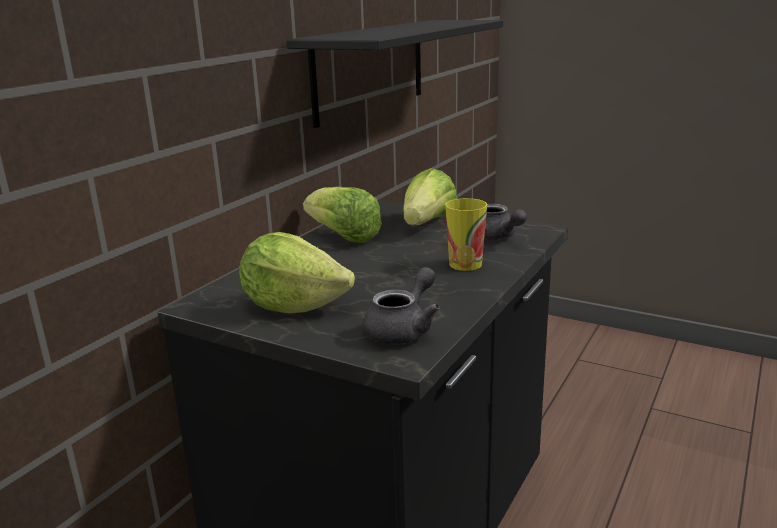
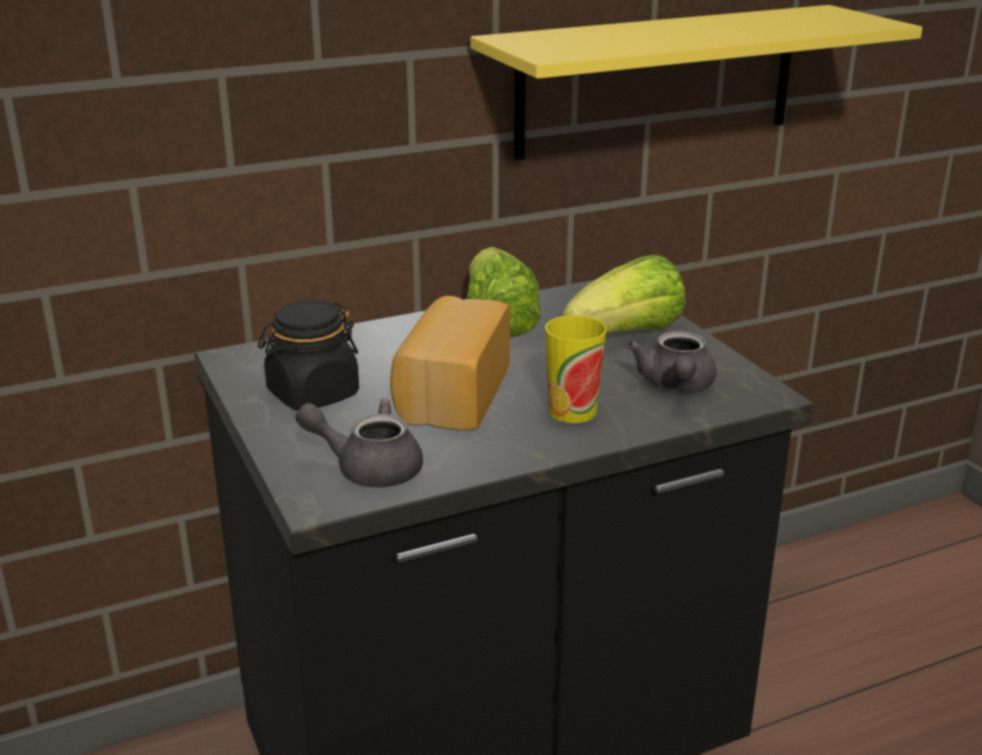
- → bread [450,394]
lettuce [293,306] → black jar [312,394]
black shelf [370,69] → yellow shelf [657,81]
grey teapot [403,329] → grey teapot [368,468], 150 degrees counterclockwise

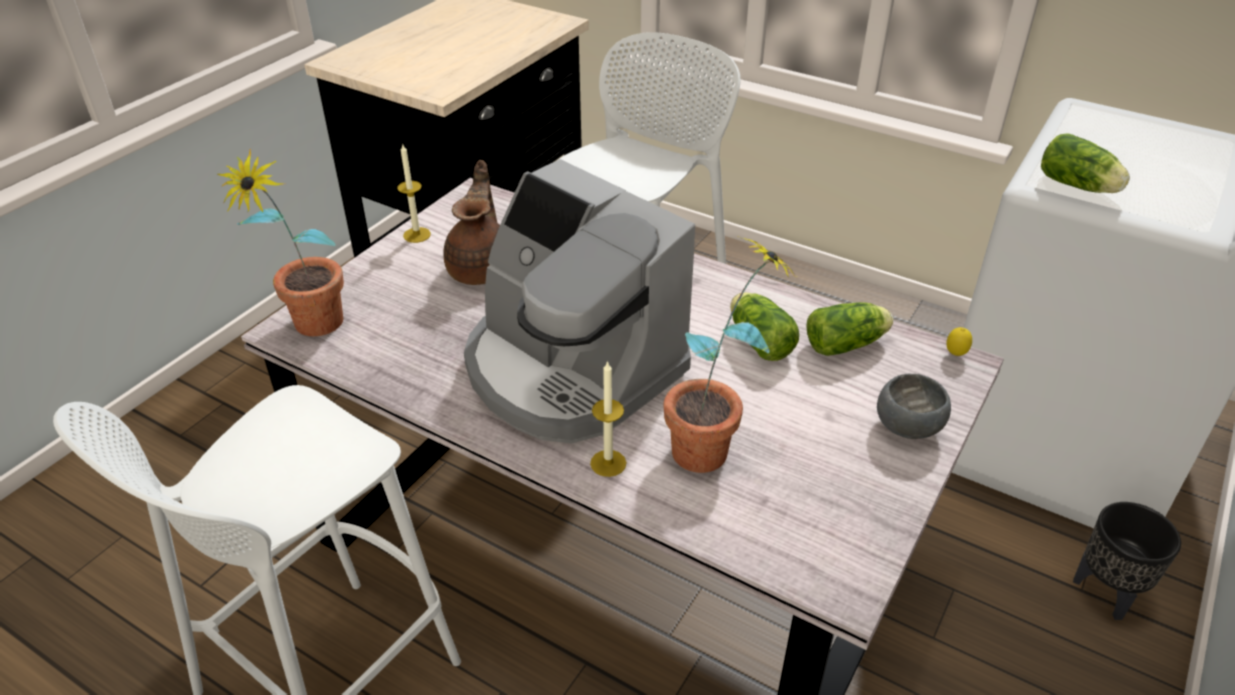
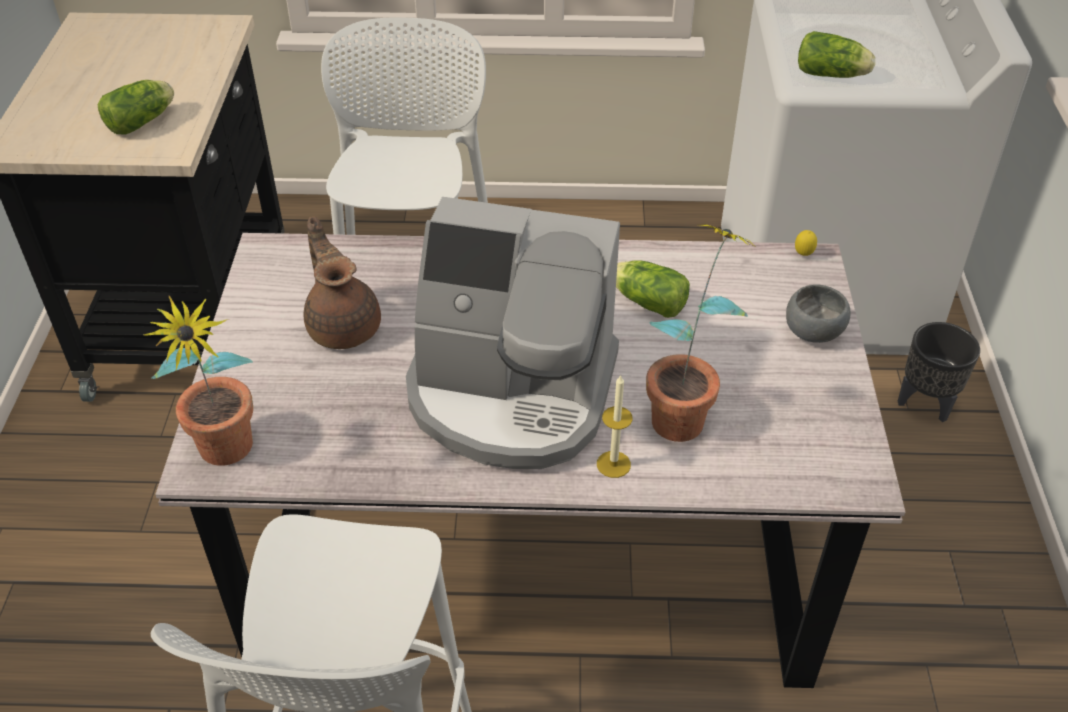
candle [417,235] → -
lettuce [848,344] → lettuce [143,121], move

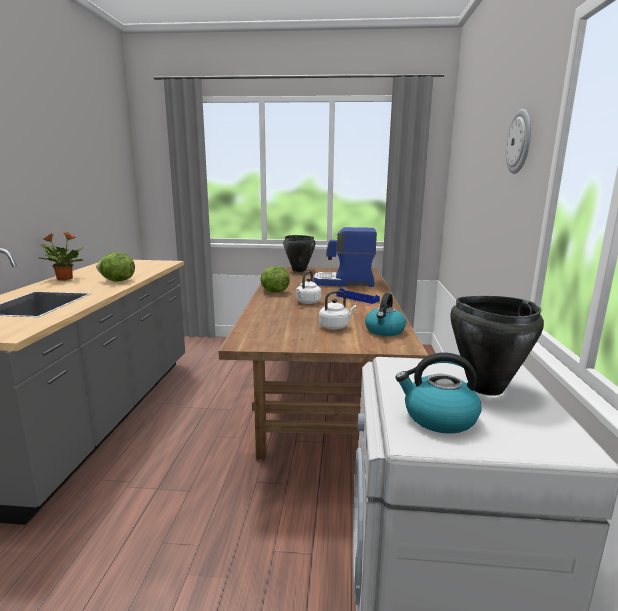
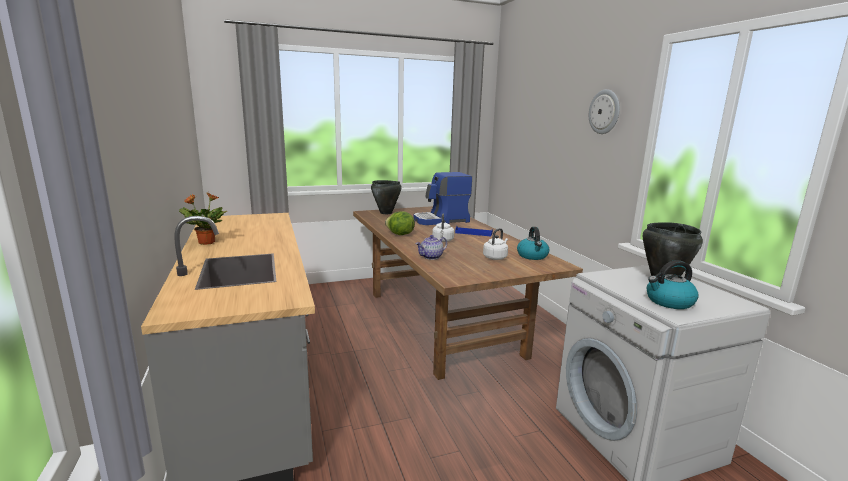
lettuce [117,281] → -
- → teapot [431,257]

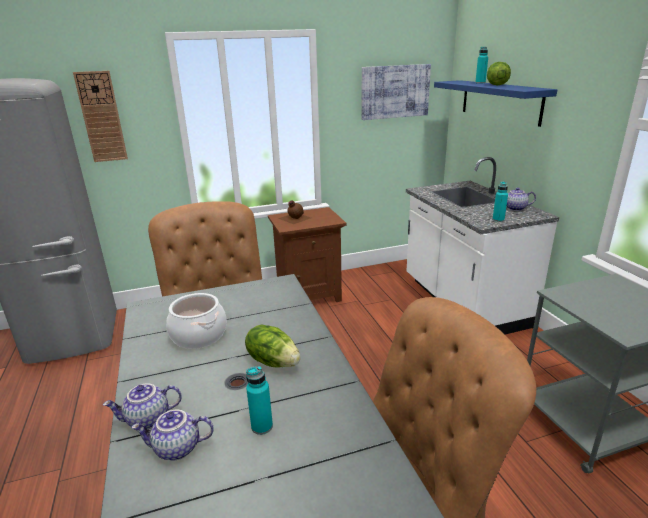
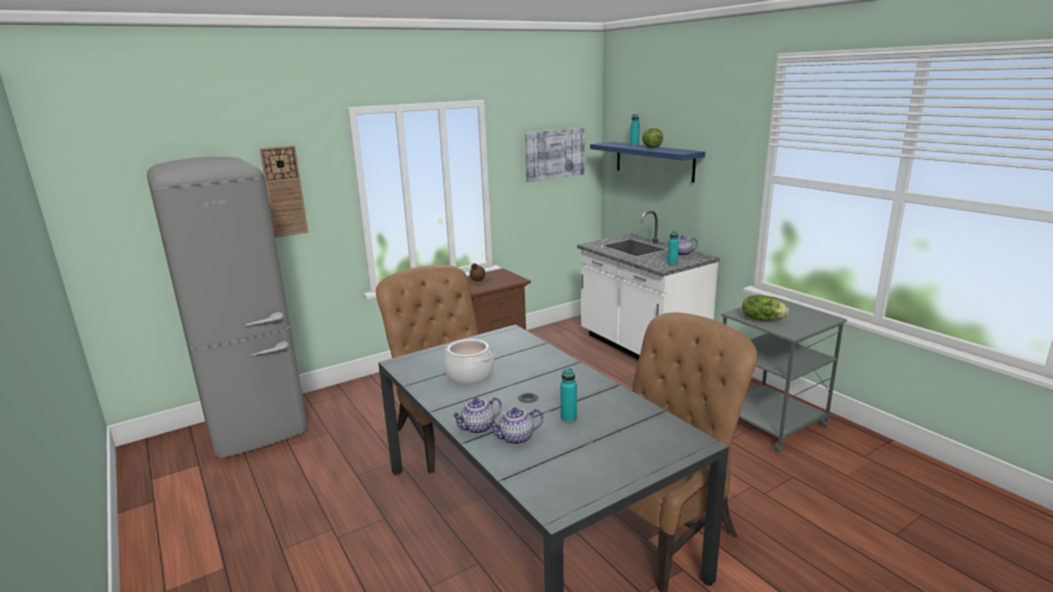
lettuce [273,361] → lettuce [762,319], move

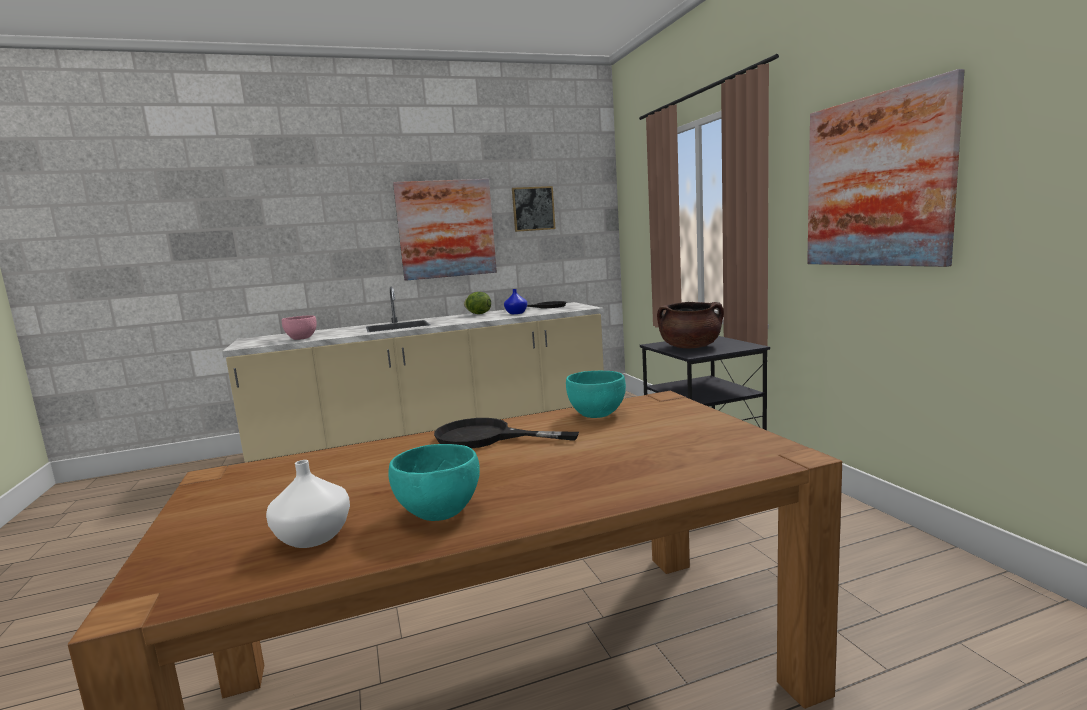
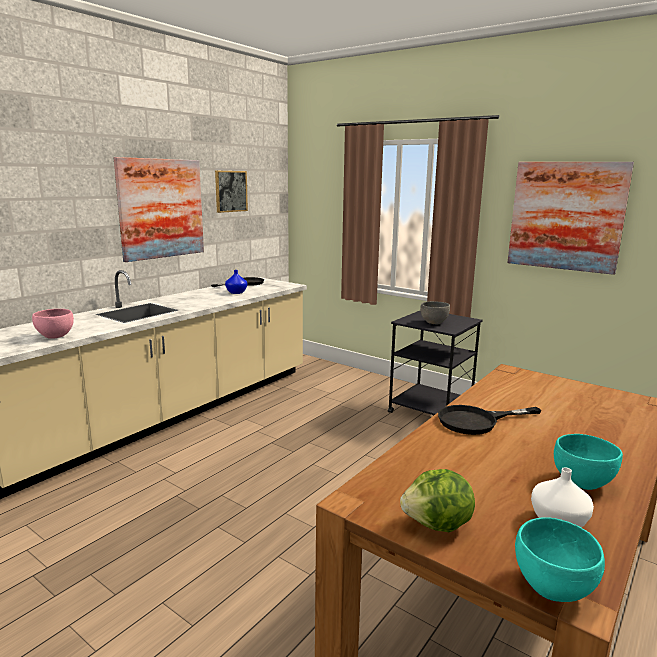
lettuce [478,314] → lettuce [438,525], move
turquoise bowl [597,414] → turquoise bowl [553,588], move
brown cooking pot [690,347] → grey bowl [434,323]

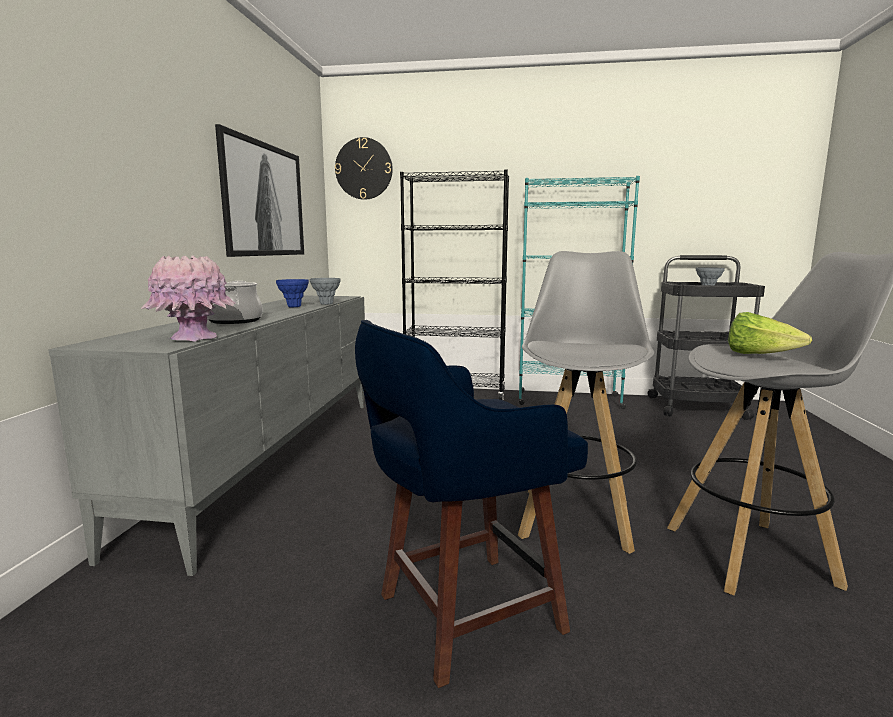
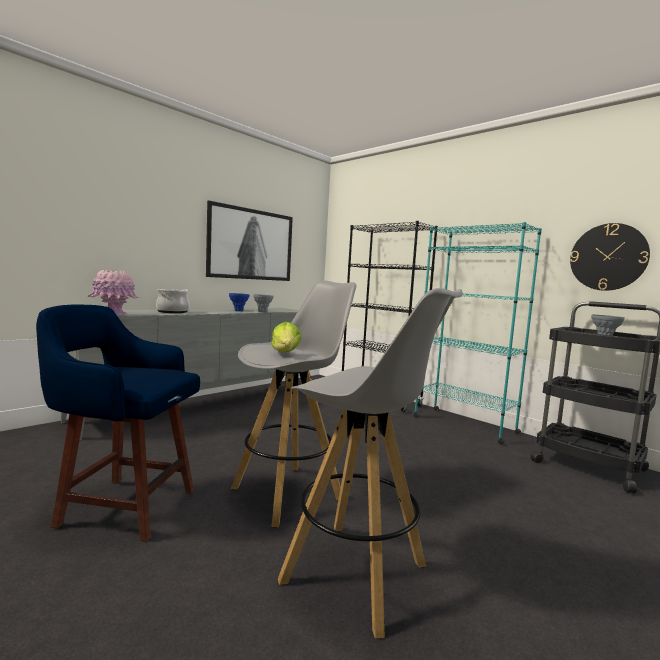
wall clock [364,169] → wall clock [608,257], move
lettuce [759,355] → lettuce [285,354], move

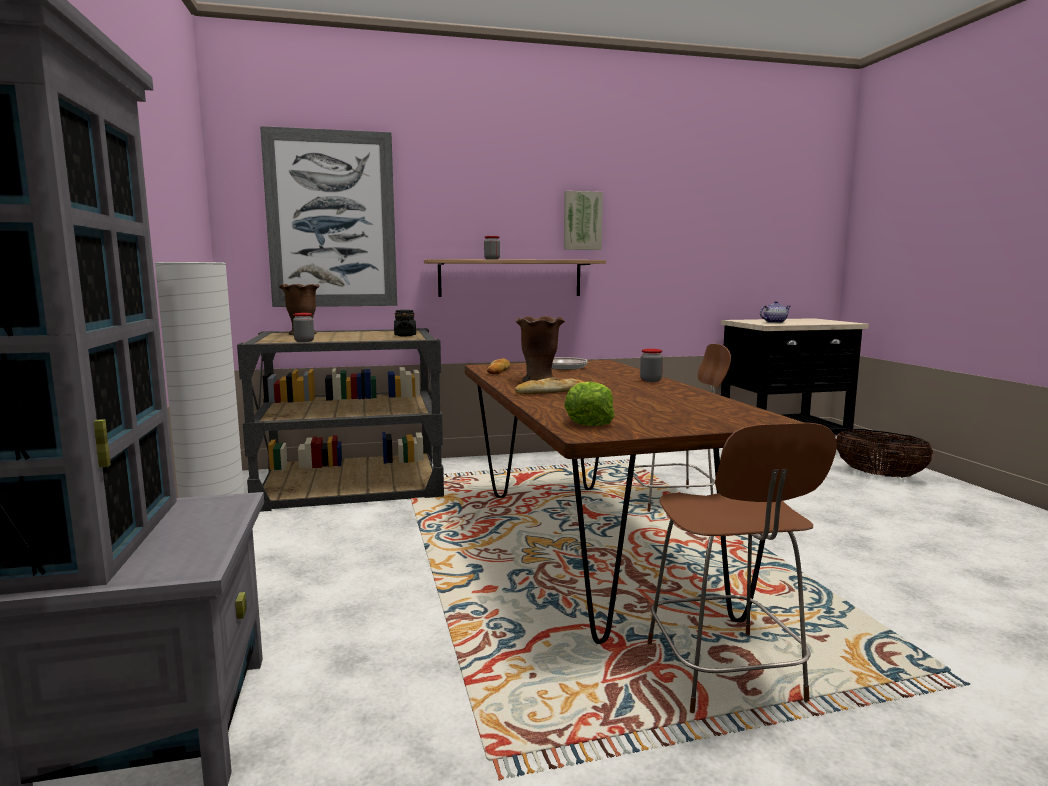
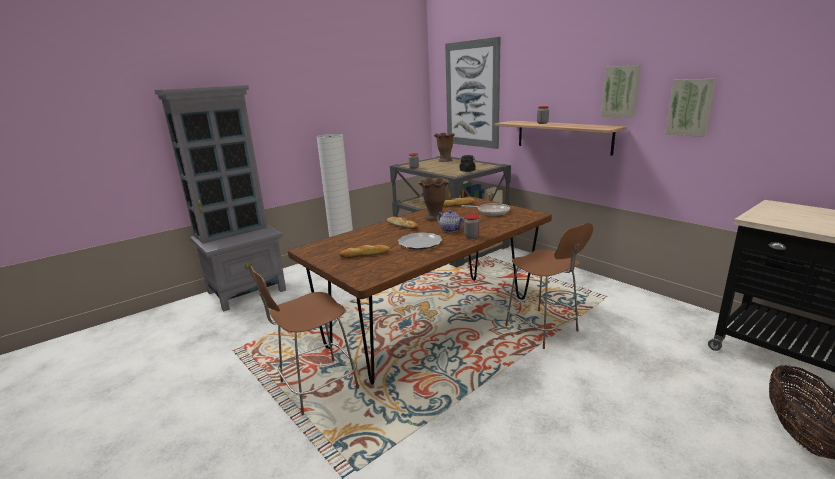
lettuce [588,422] → -
- → bread [365,254]
- → plate [420,243]
- → picture [690,107]
teapot [774,322] → teapot [450,230], move

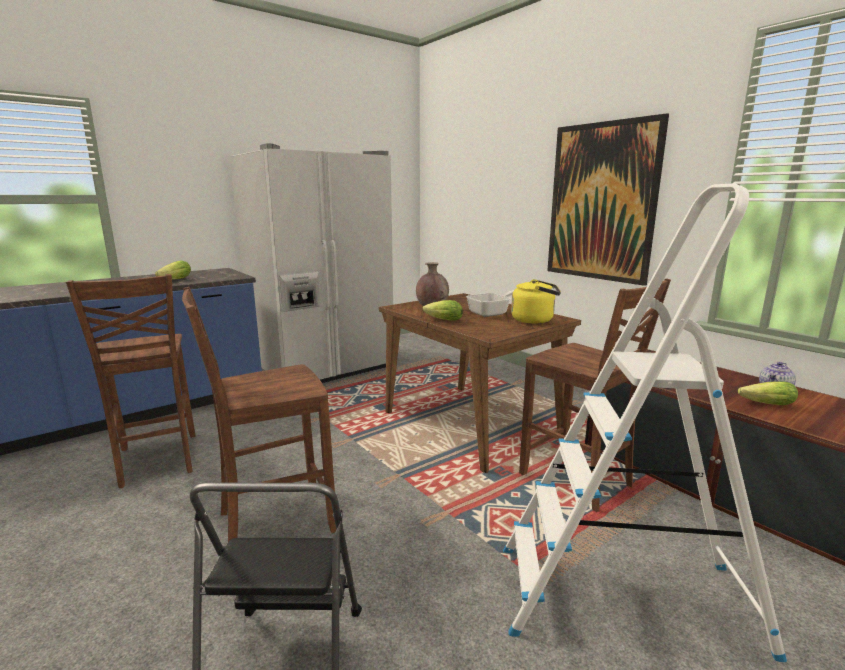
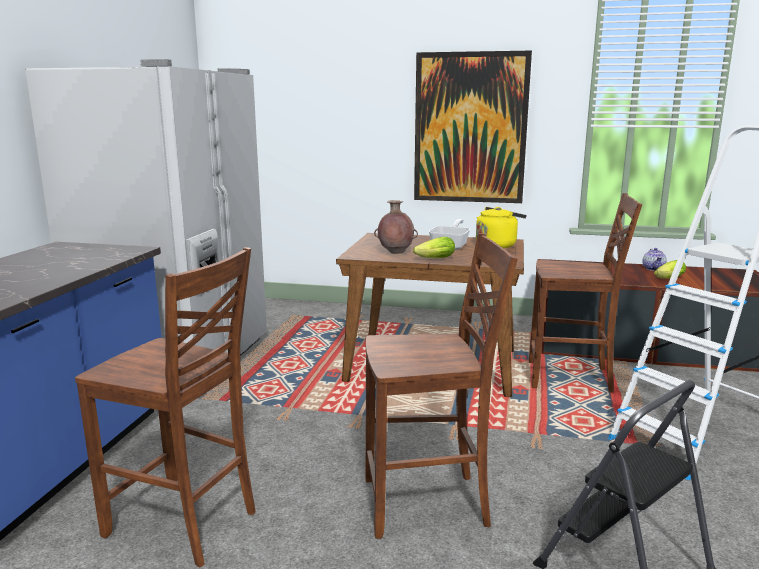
lettuce [174,280] → -
brown chair [274,521] → brown chair [428,504], 120 degrees counterclockwise

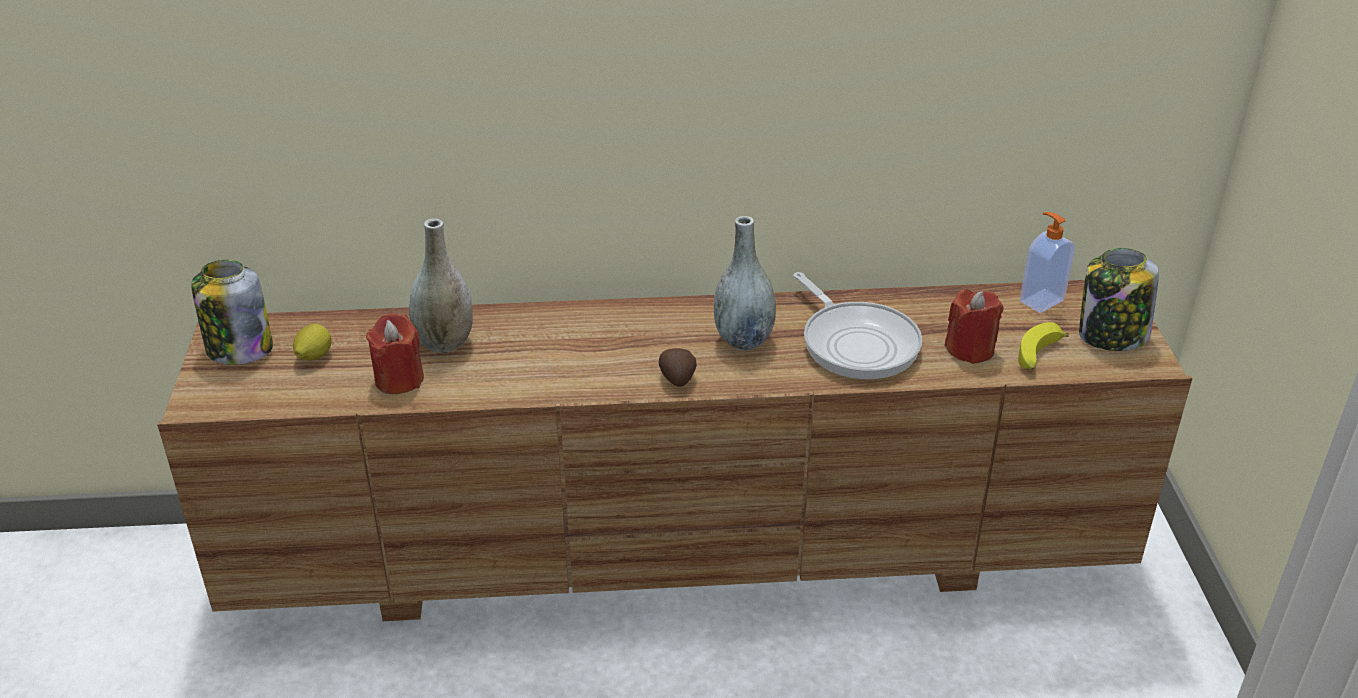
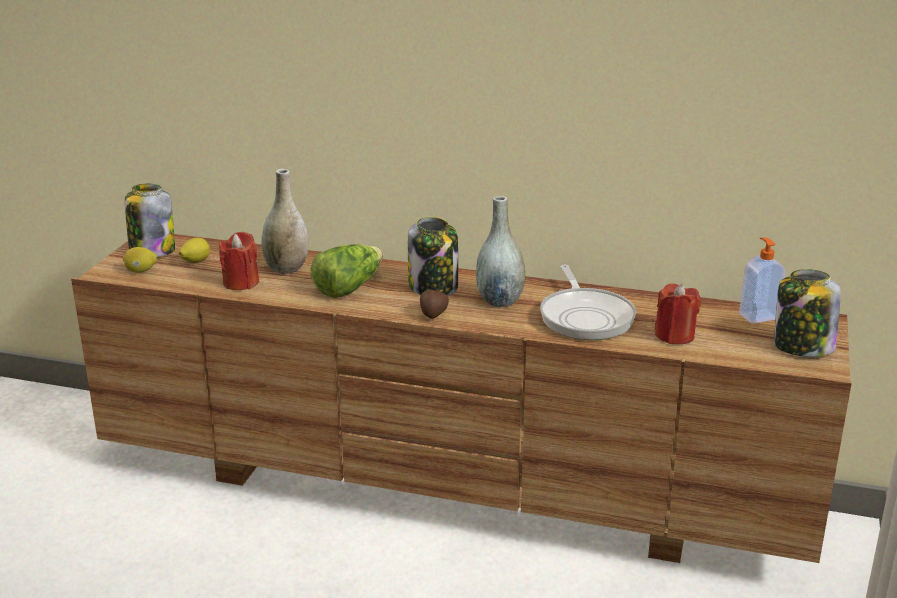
banana [1039,356] → -
- → lemon [141,271]
- → lettuce [348,287]
- → jar [434,287]

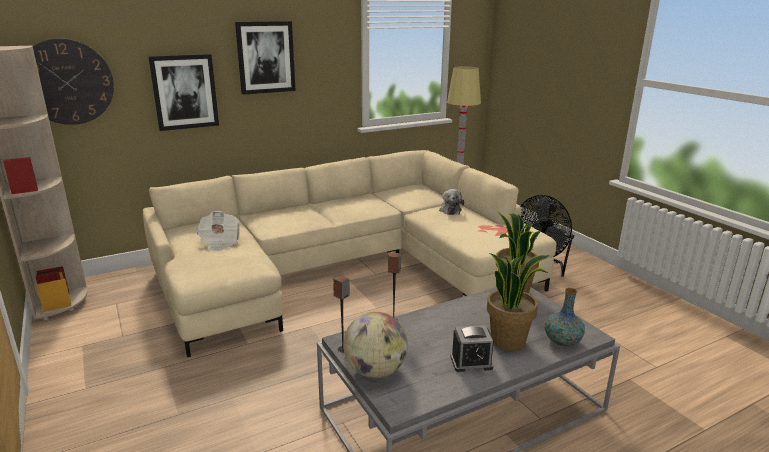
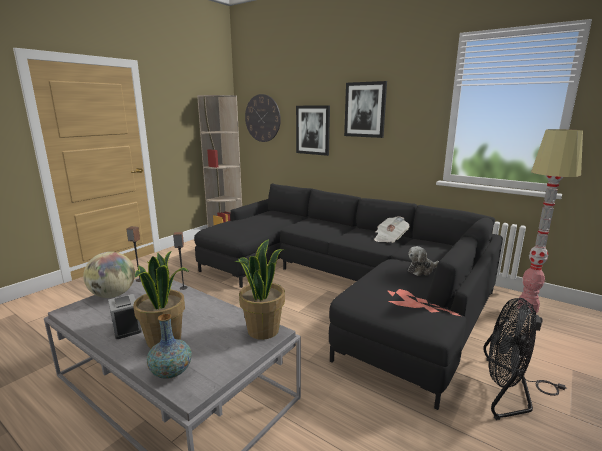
newspaper [220,242] → newspaper [389,238], move
beige sofa [346,269] → black sofa [344,285]

